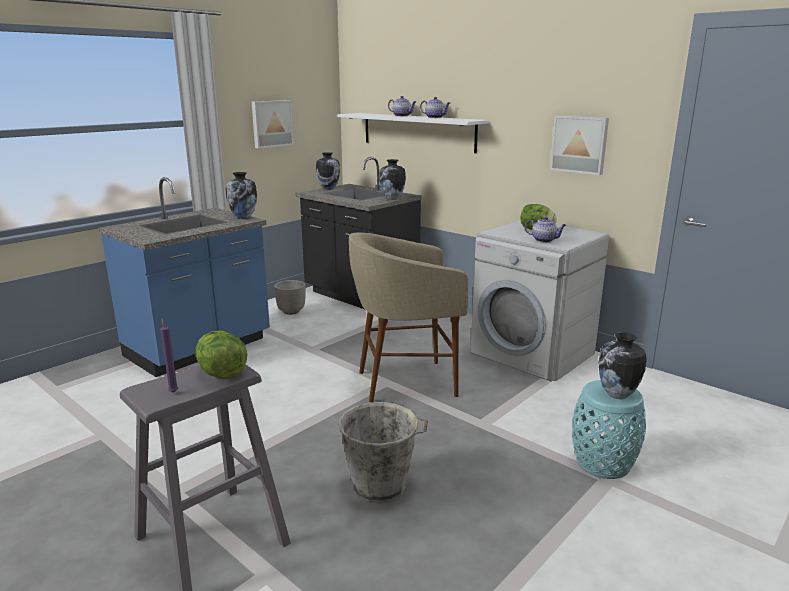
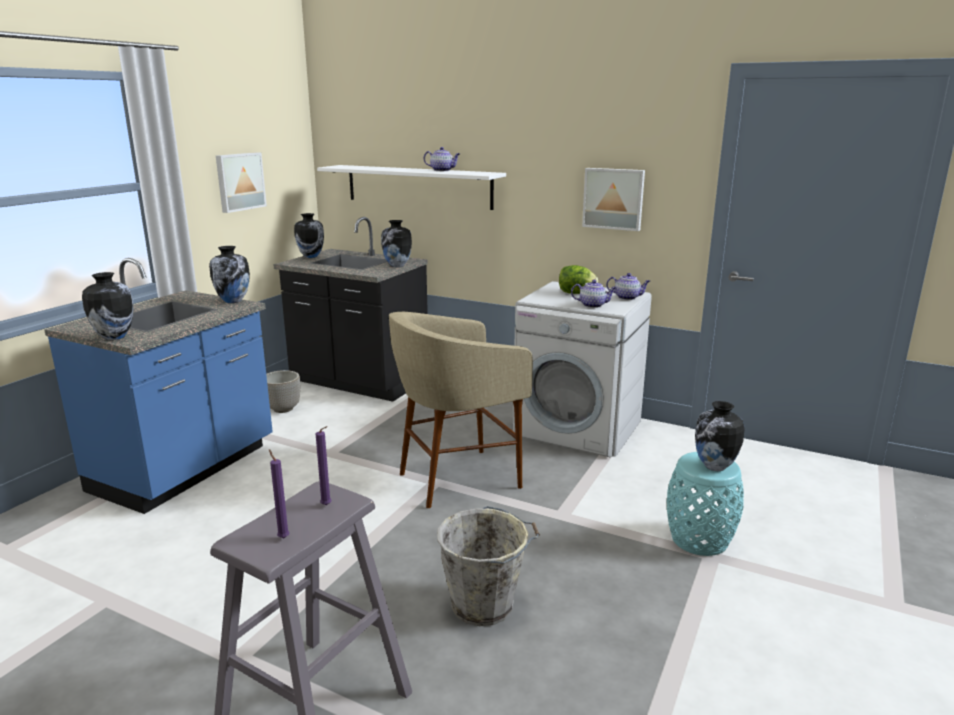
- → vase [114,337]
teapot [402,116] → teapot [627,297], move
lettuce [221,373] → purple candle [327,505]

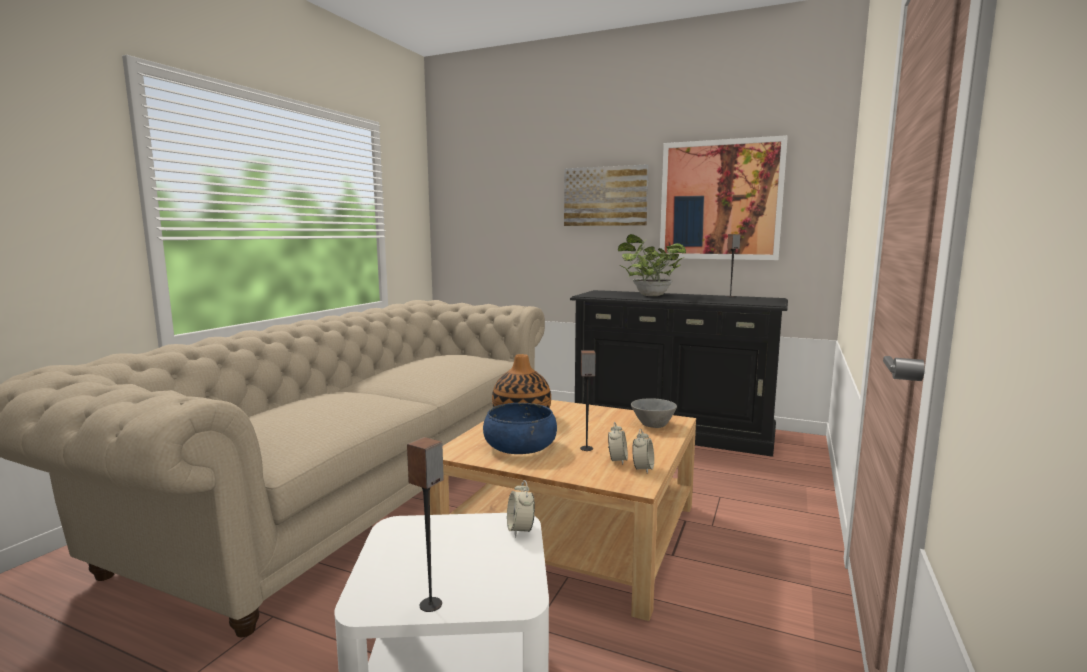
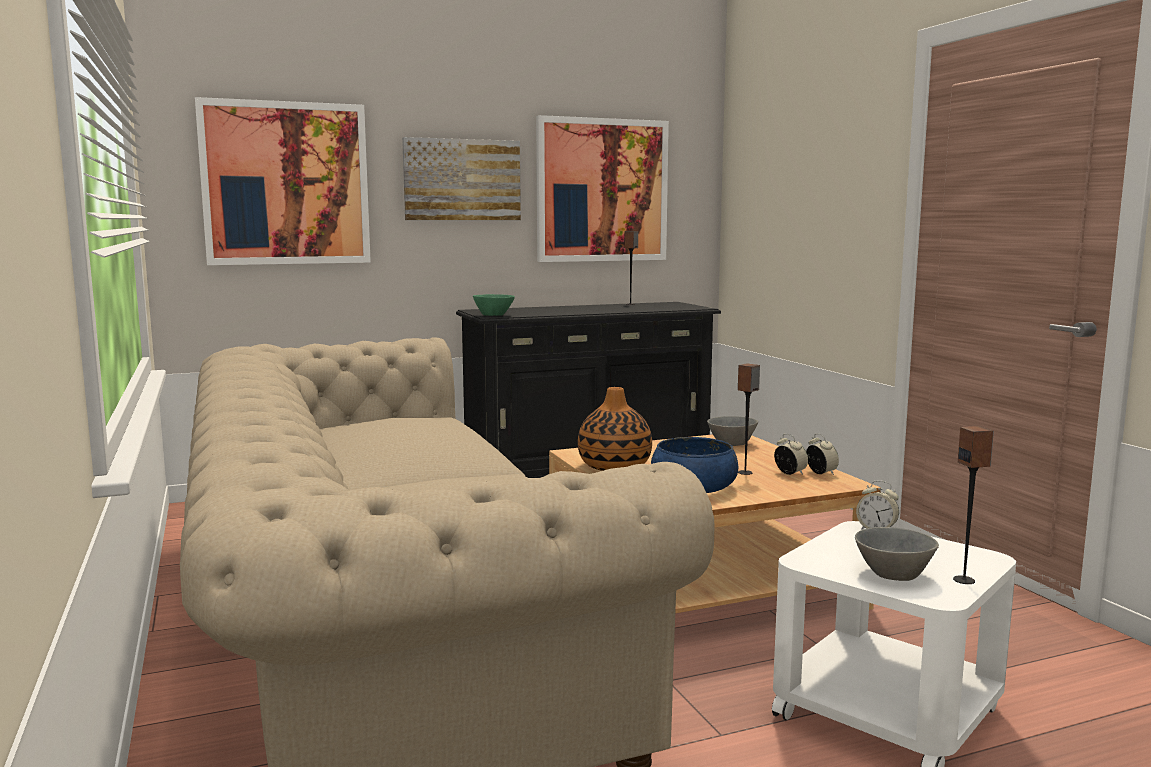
potted plant [648,295] → -
- → picture [286,184]
- → green bowl [495,315]
- → grey bowl [893,573]

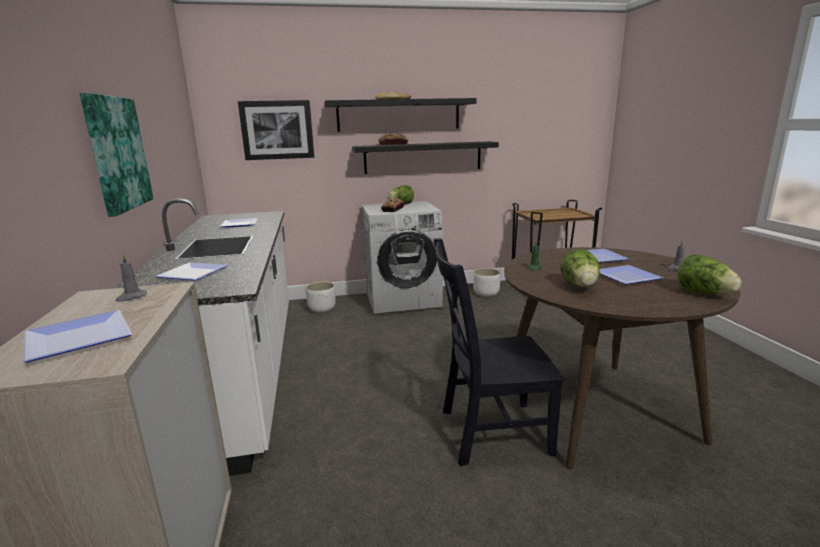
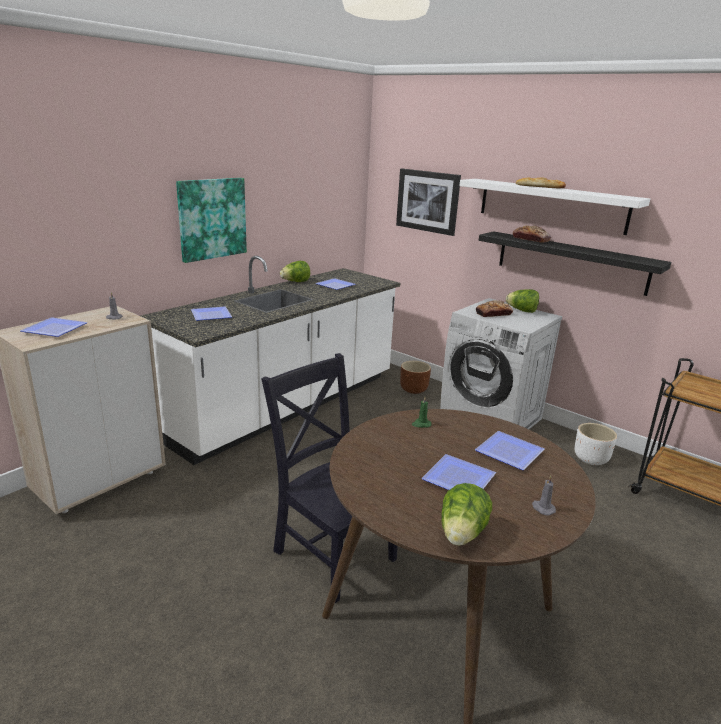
lettuce [580,286] → lettuce [295,282], move
white planter [322,309] → brown planter [414,390]
black shelf [398,115] → white shelf [551,205]

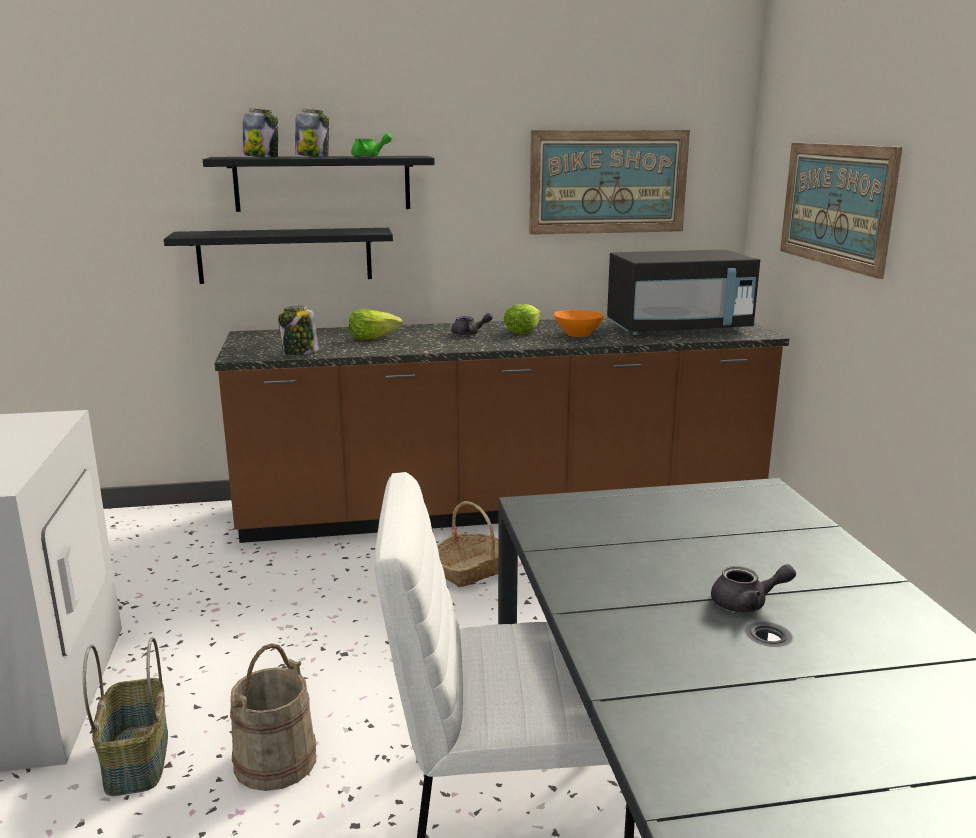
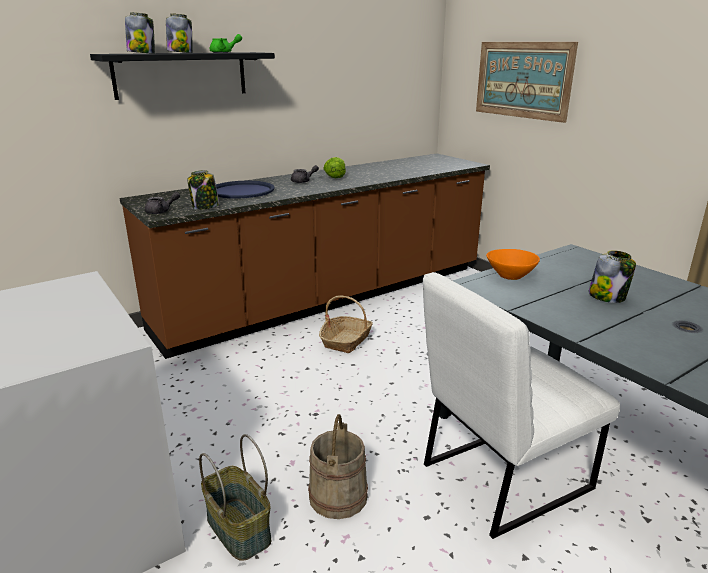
black shelf [285,255] → -
picture [608,182] → -
black microwave [678,329] → -
- → jar [607,296]
orange bowl [577,335] → orange bowl [510,276], move
grey teapot [747,603] → grey teapot [161,211], move
lettuce [373,338] → blue tray [241,191]

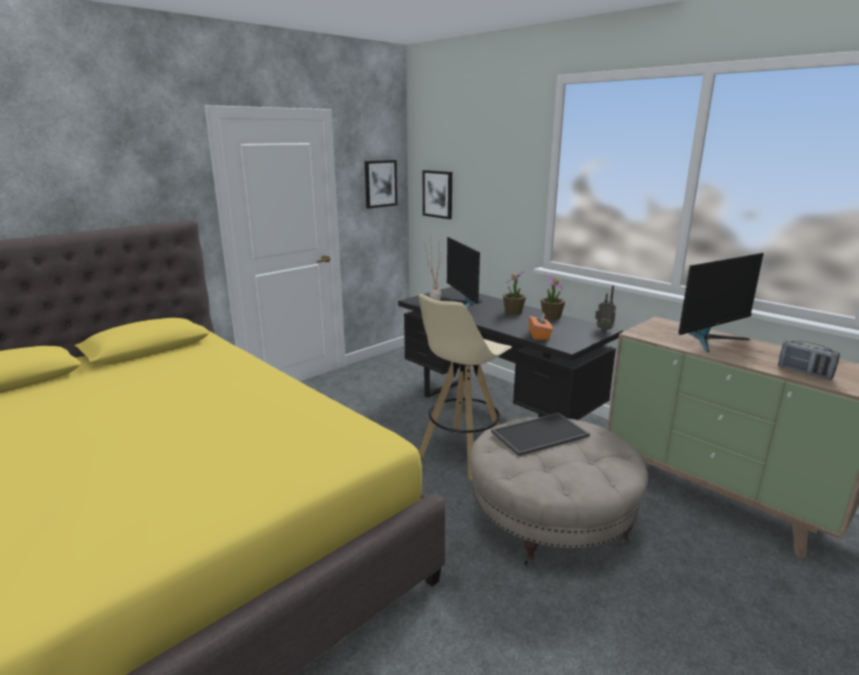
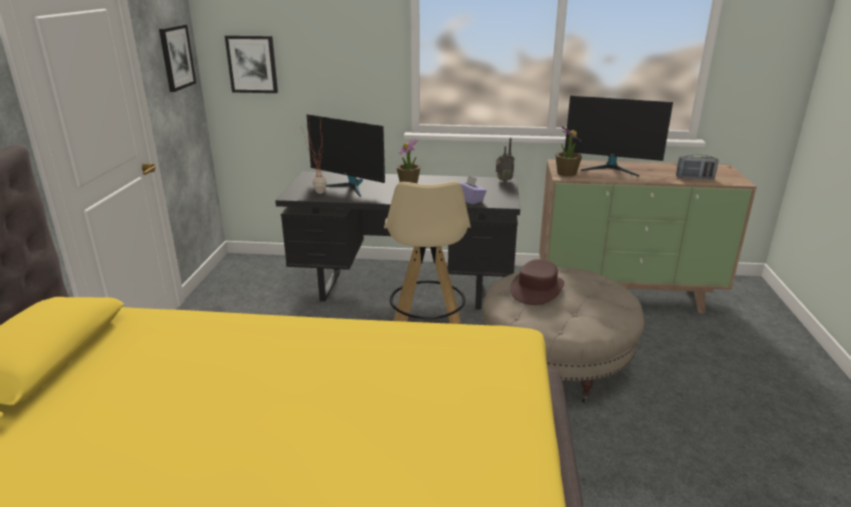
potted plant [551,317] → potted plant [566,173], move
tray [540,435] → brown hat [537,289]
orange tissue box [539,335] → purple tissue box [469,200]
monitor [710,339] → monitor [611,168], 90 degrees clockwise

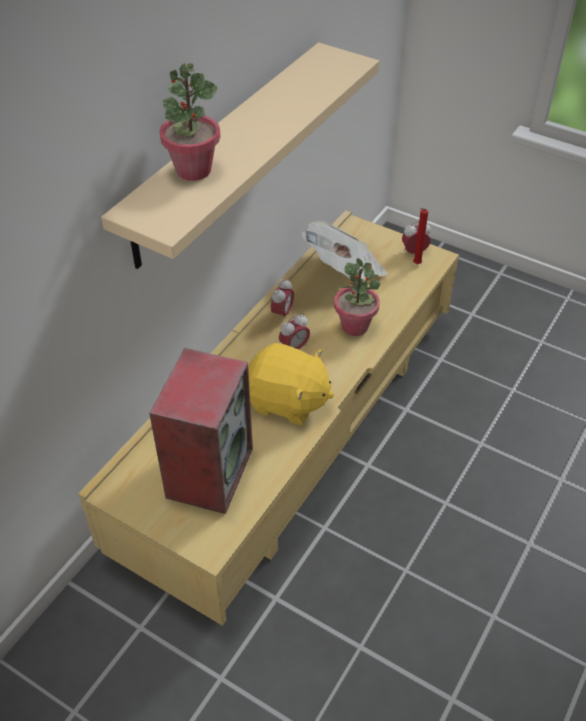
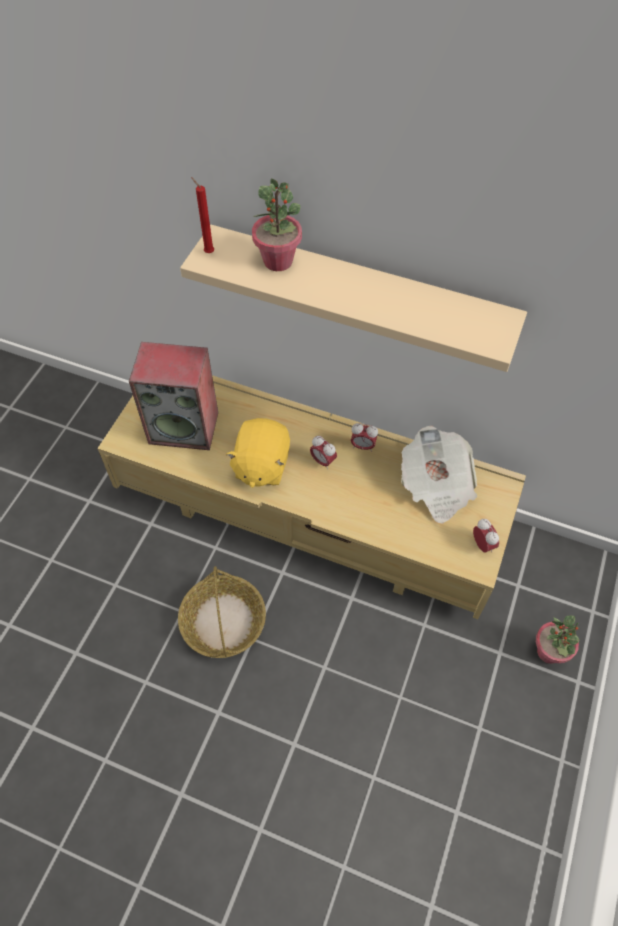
- → basket [223,621]
potted plant [355,326] → potted plant [549,652], move
red candle [416,264] → red candle [208,252], move

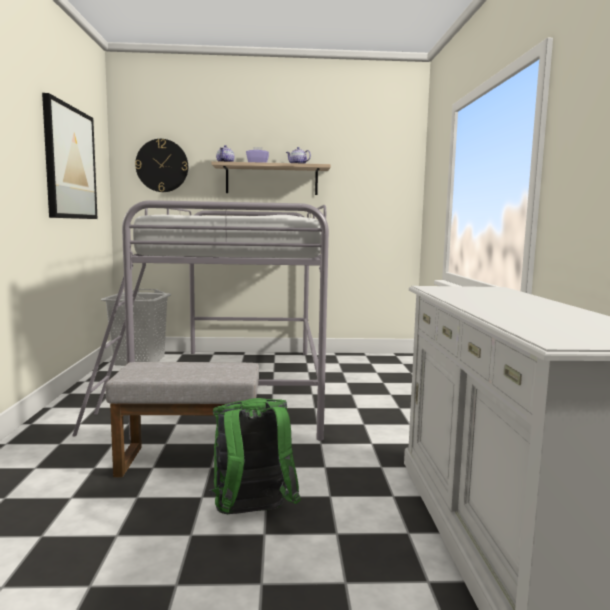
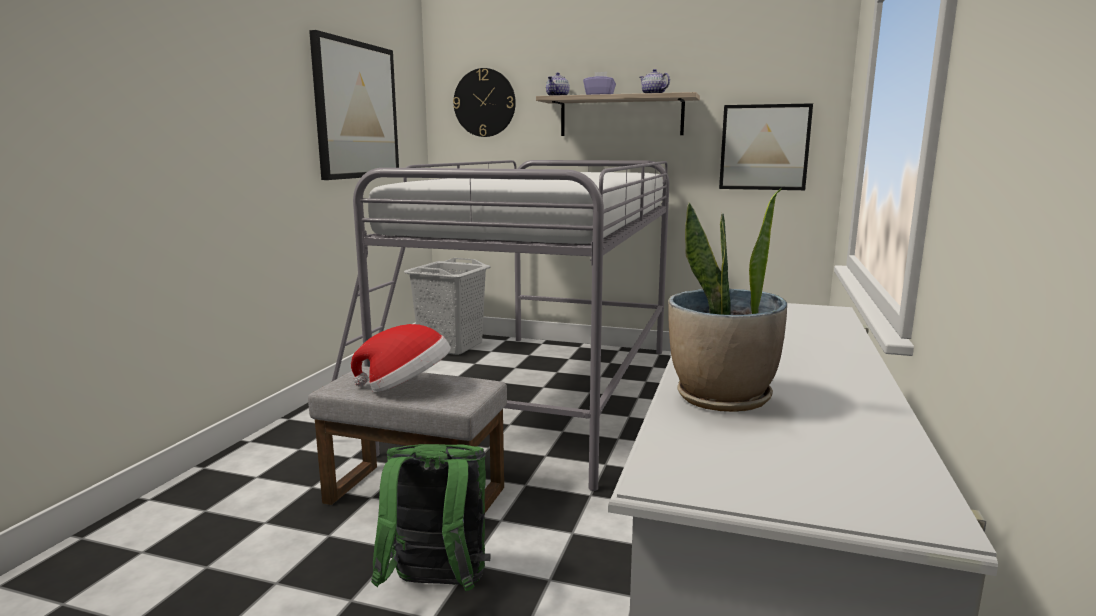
- → hat [406,387]
- → potted plant [721,398]
- → picture [764,147]

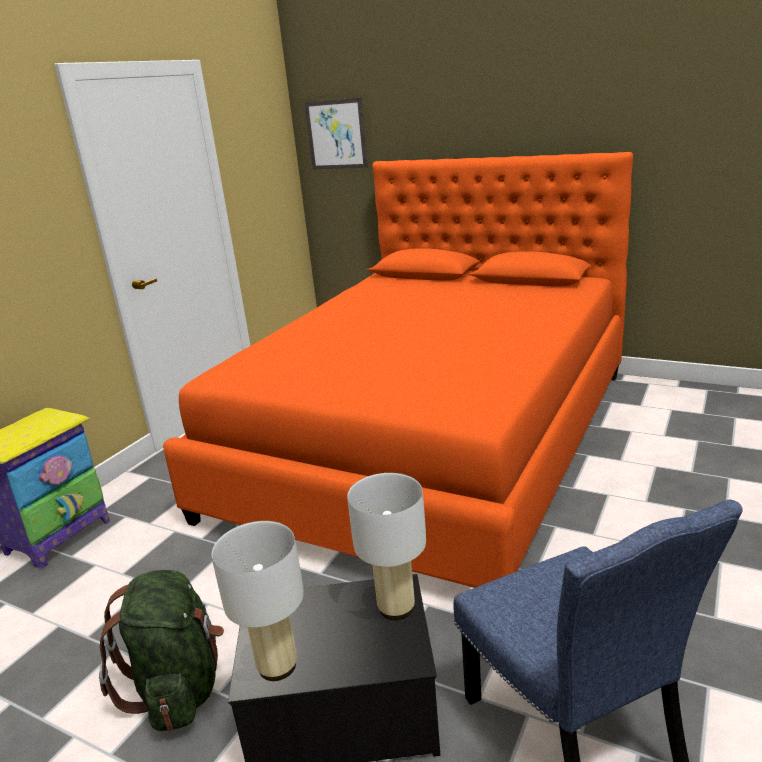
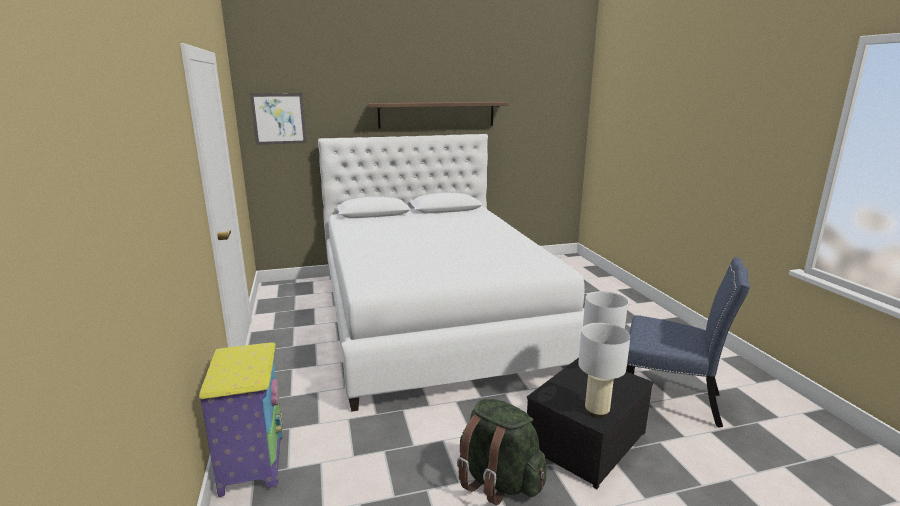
- → shelf [437,114]
orange bed [433,440] → white bed [434,316]

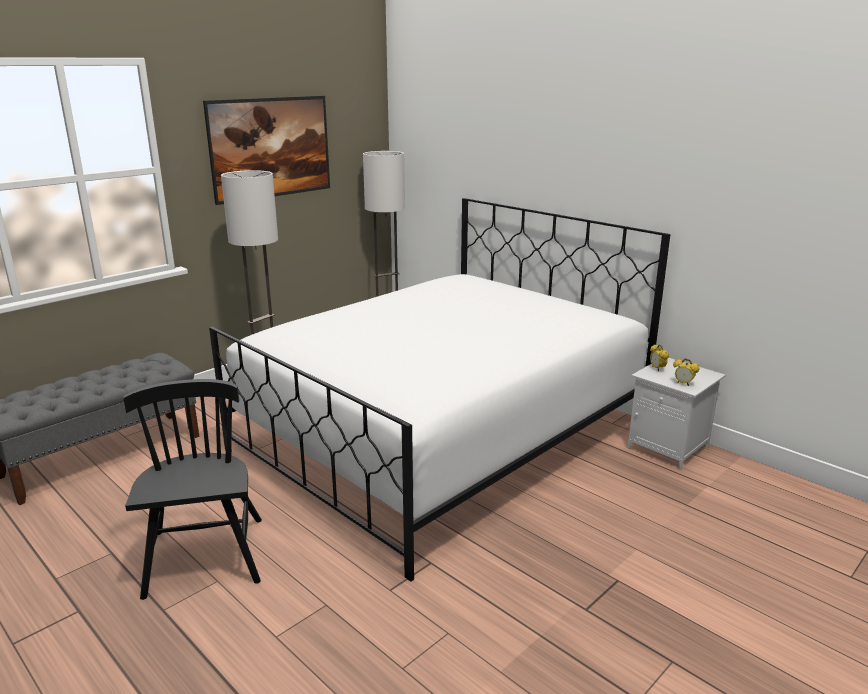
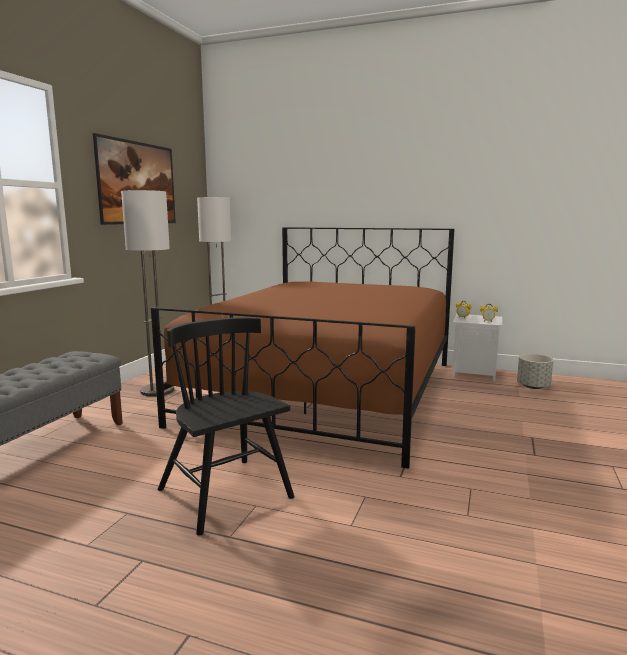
- → grey planter [533,386]
white bed [444,436] → brown bed [328,391]

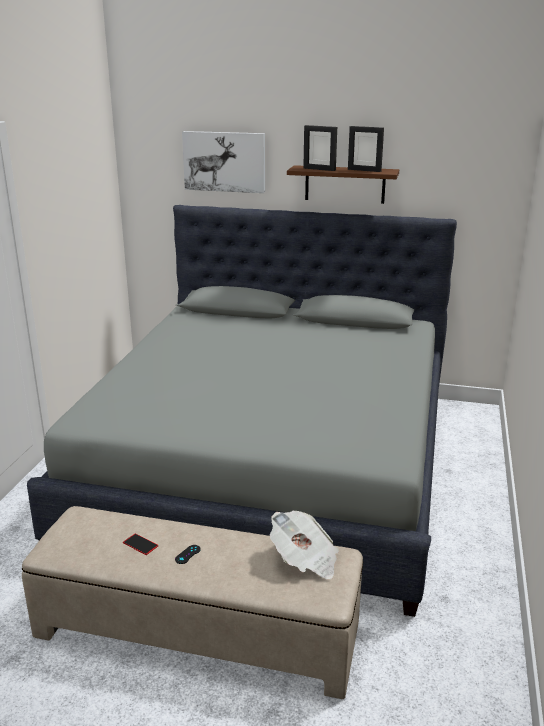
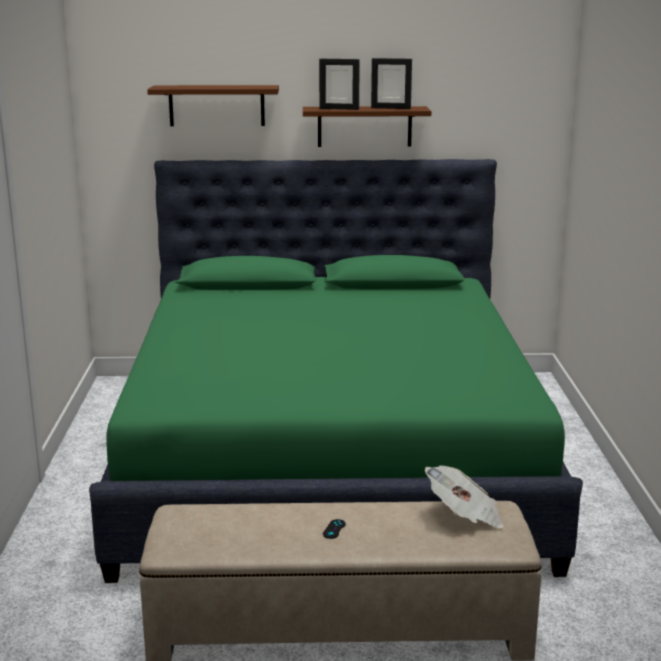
phone [140,544] → -
picture [224,161] → brown shelf [216,105]
grey bed [272,463] → green bed [330,457]

